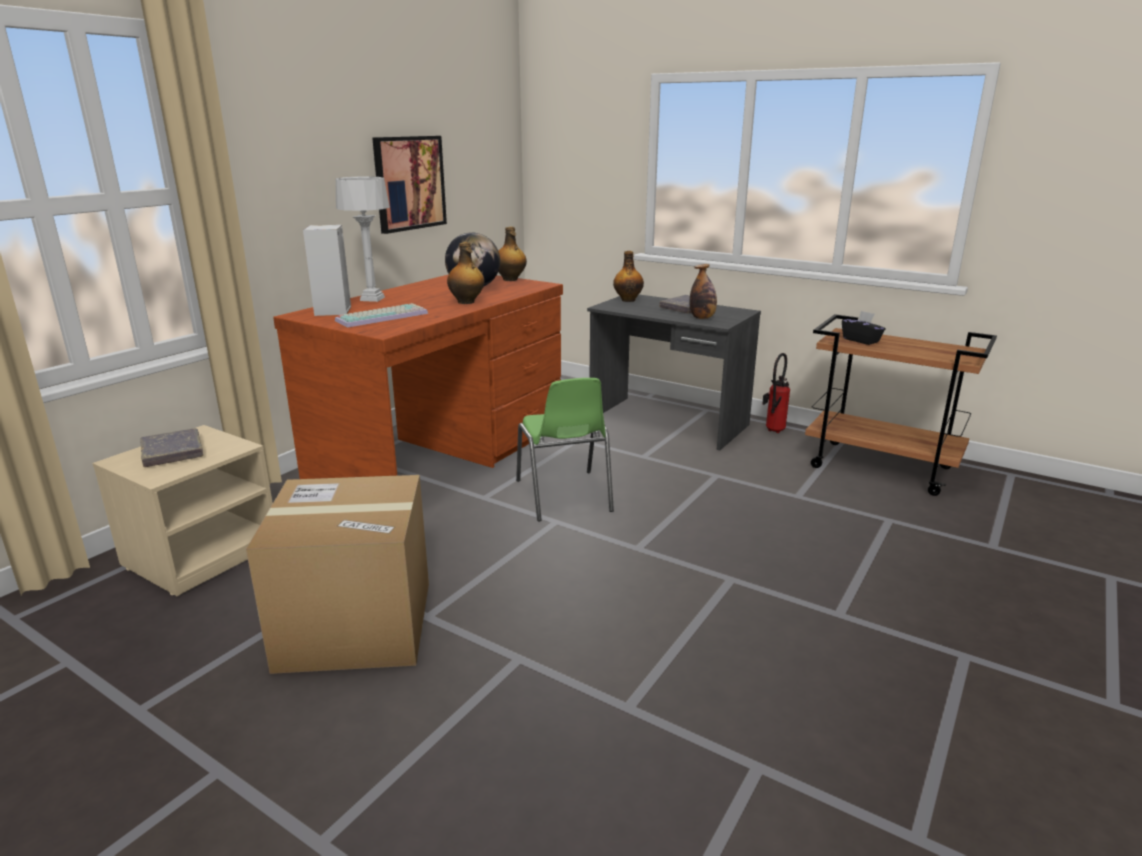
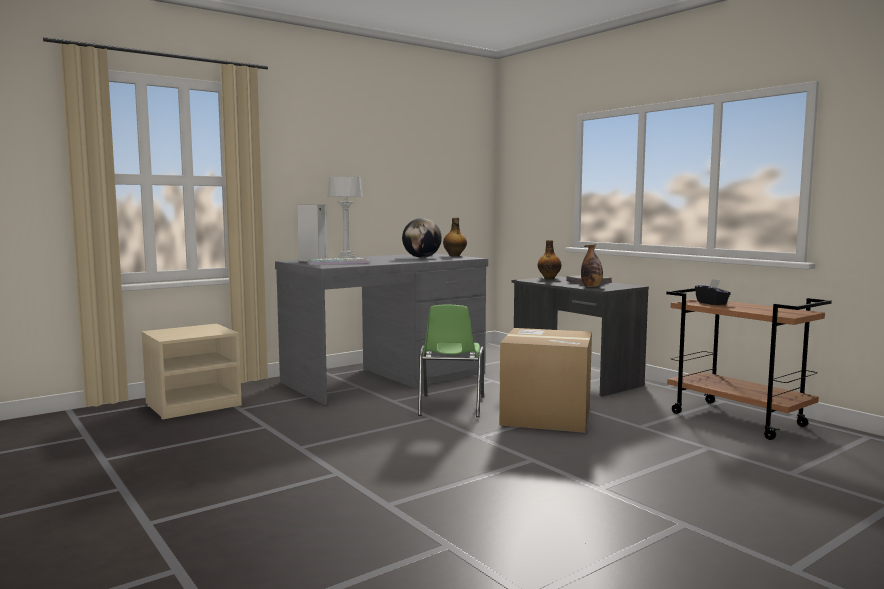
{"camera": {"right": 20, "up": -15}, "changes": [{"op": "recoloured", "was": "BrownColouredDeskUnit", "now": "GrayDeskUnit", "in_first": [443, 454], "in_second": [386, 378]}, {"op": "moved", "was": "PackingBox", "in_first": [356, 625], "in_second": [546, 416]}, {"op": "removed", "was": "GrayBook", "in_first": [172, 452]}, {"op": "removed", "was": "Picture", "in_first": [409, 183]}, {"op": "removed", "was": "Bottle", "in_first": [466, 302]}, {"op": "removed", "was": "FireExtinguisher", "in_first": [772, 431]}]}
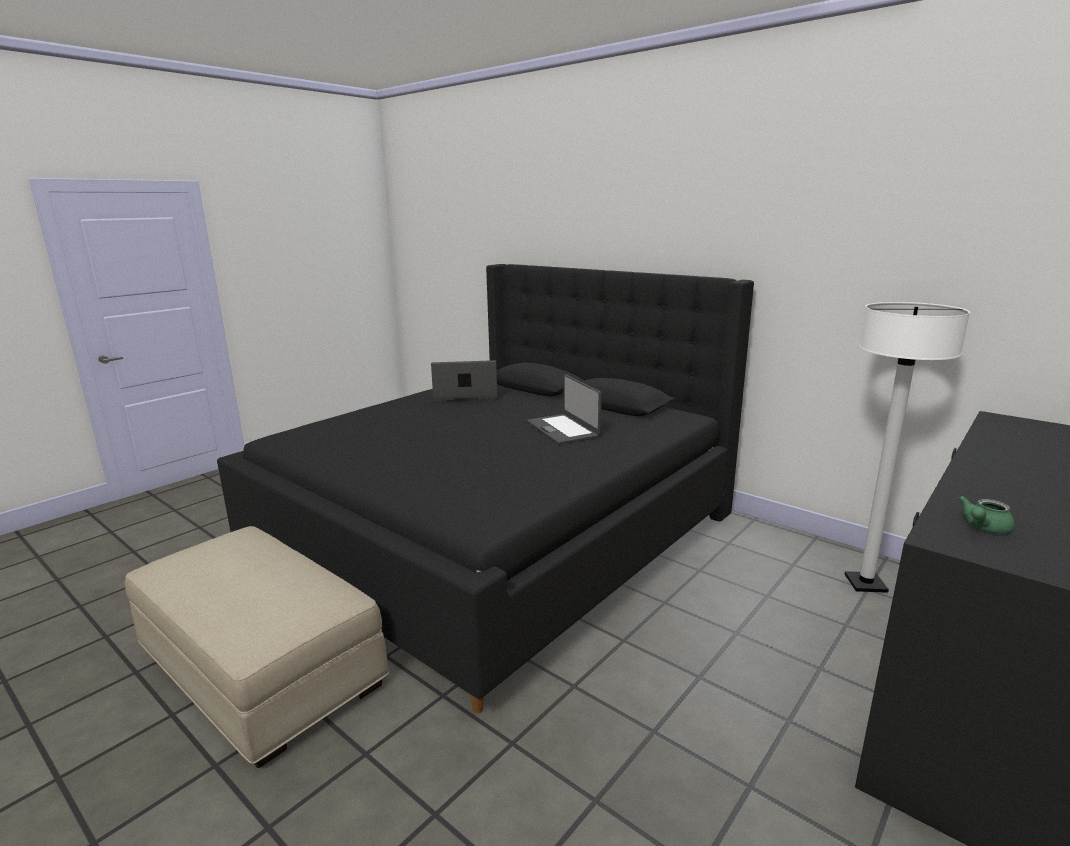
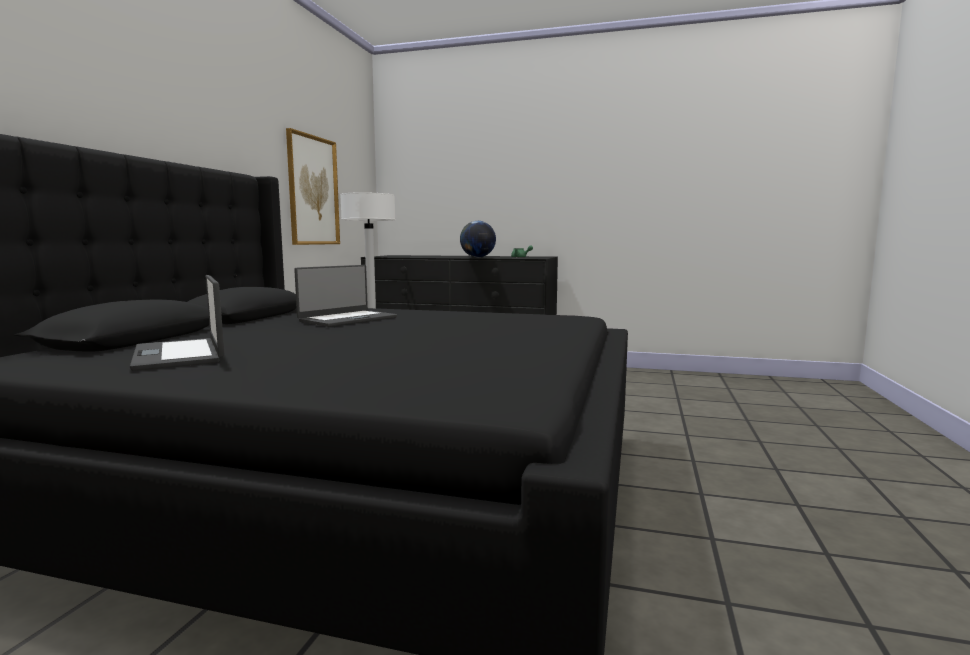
{"camera": {"right": -115, "up": -10}, "changes": [{"op": "added", "now": "Picture", "in_second": [313, 191]}, {"op": "added", "now": "WorldGlobe", "in_second": [477, 257]}, {"op": "removed", "was": "SandColouredOttoman", "in_first": [261, 666]}]}
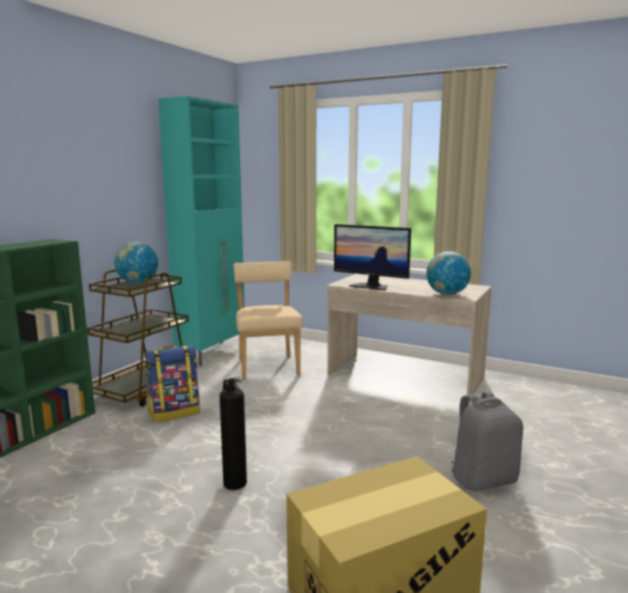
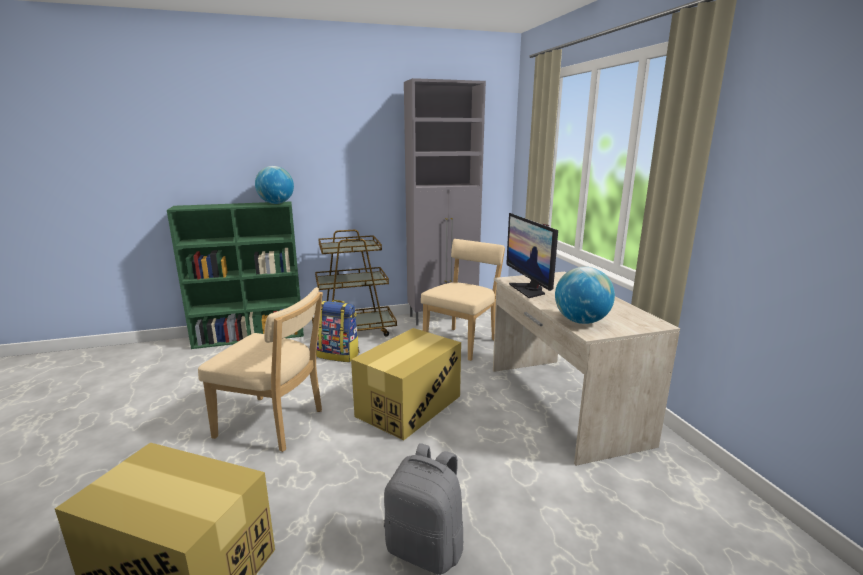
{"camera": {"right": 45, "up": 5}, "changes": [{"op": "replaced", "was": "FireExtinguisher", "now": "SandColouredChair", "in_first": [234, 482], "in_second": [274, 425]}, {"op": "moved", "was": "WorldGlobe", "in_first": [138, 283], "in_second": [276, 203]}, {"op": "added", "now": "PackingBox", "in_second": [409, 406]}, {"op": "recoloured", "was": "BlueGreenCupboard", "now": "GrayCupboard", "in_first": [212, 353], "in_second": [443, 317]}]}
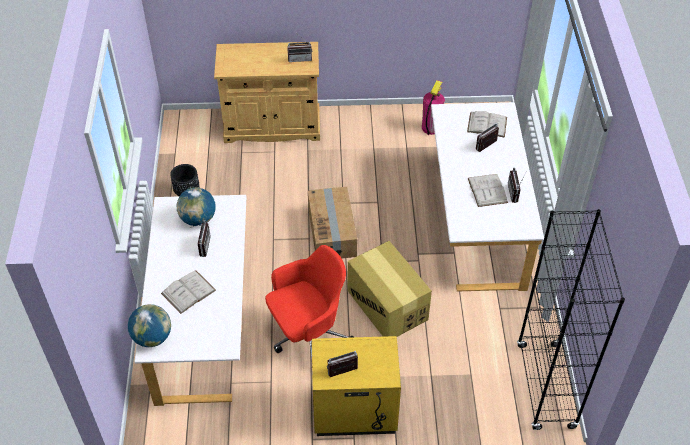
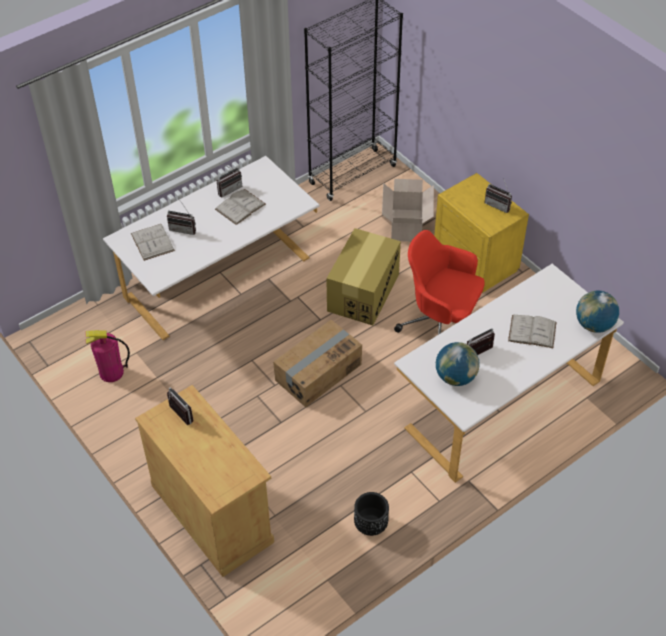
{"camera": {"right": -125, "up": 0}, "changes": [{"op": "added", "now": "PackingBox", "in_second": [407, 224]}]}
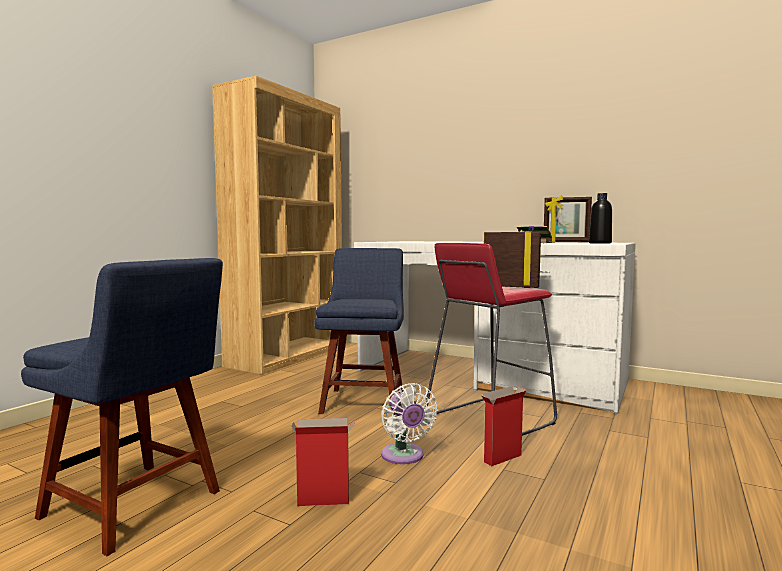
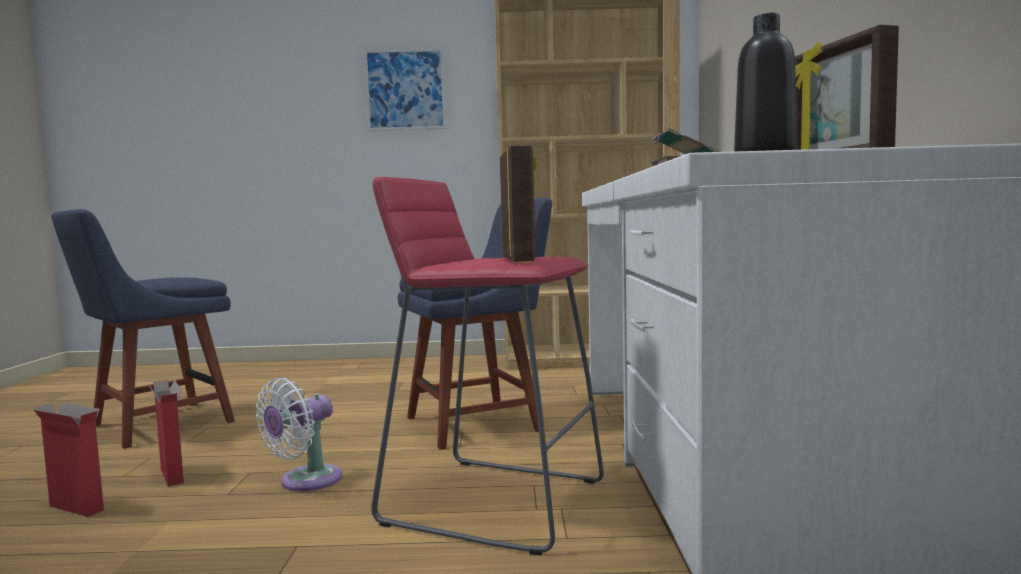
{"camera": {"right": 60, "up": 0}, "changes": [{"op": "moved", "was": "PackingBox", "in_first": [502, 459], "in_second": [75, 508]}, {"op": "turned", "was": "BlueColouredChair", "in_first": [137, 506], "in_second": [155, 425], "clockwise": 45}, {"op": "added", "now": "Picture", "in_second": [405, 89]}]}
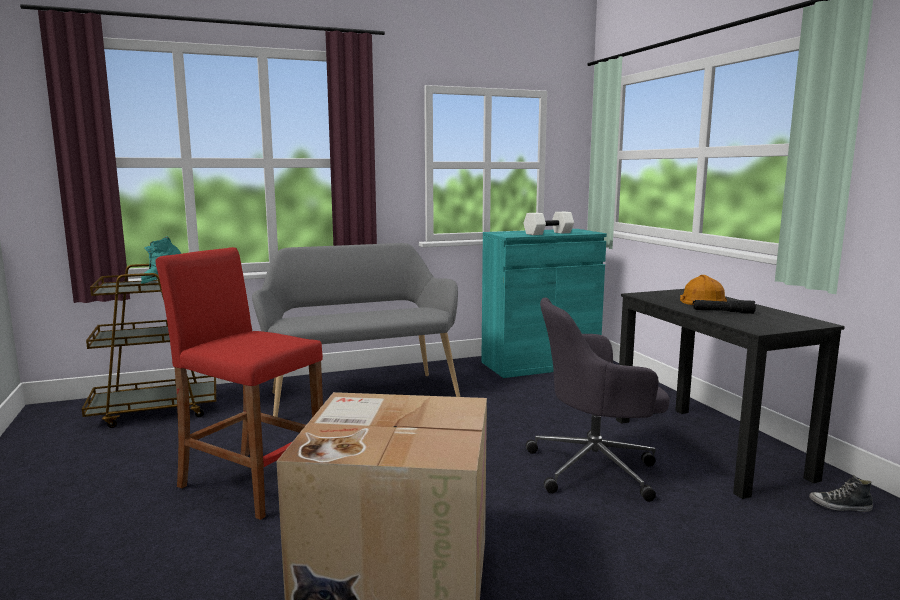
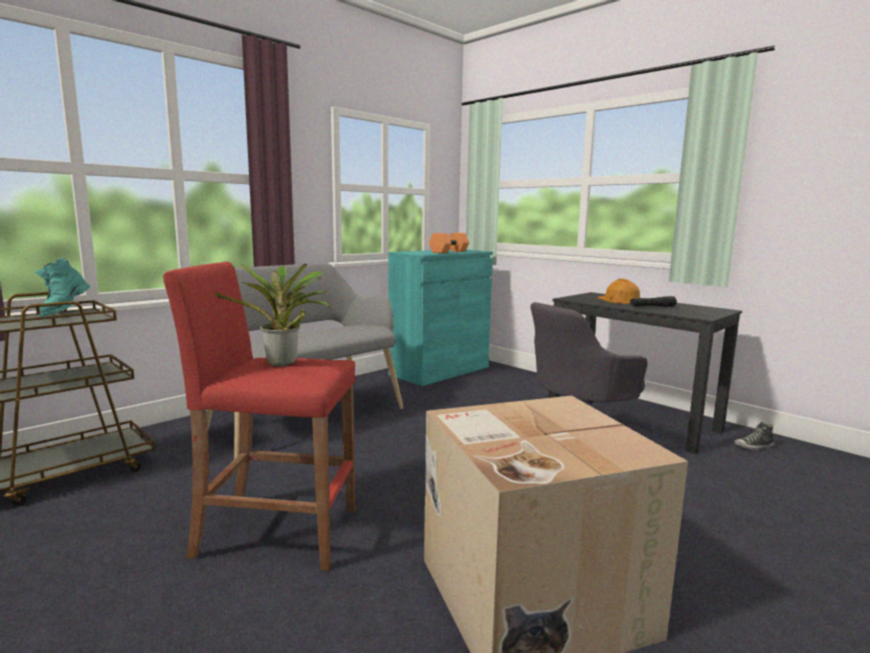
{"camera": {"right": -25, "up": 0}, "changes": [{"op": "added", "now": "Houseplant", "in_second": [283, 364]}, {"op": "recoloured", "was": "WhitishFreeWeight", "now": "OrangeColouredFreeWeight", "in_first": [548, 233], "in_second": [449, 252]}]}
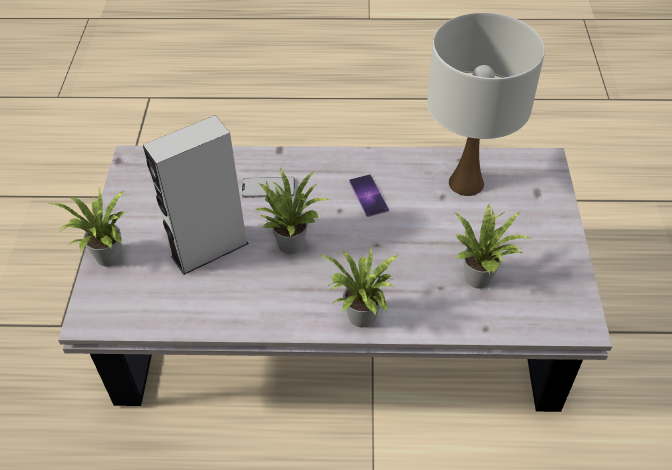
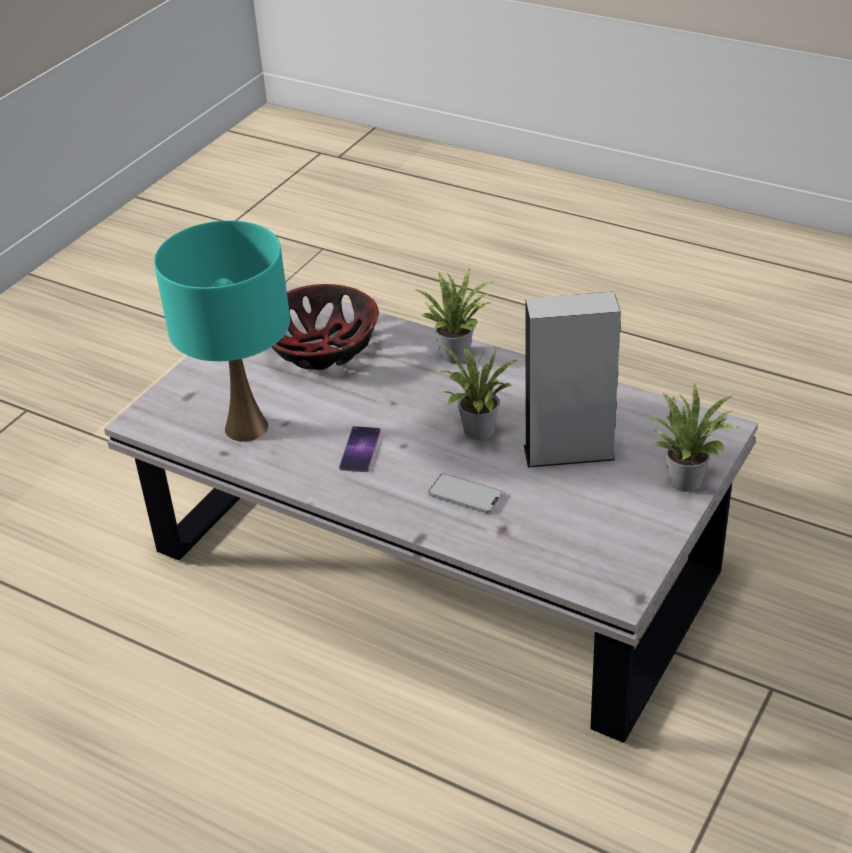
{"camera": {"right": -150, "up": -10}, "changes": [{"op": "recoloured", "was": "WhitishLampForATable", "now": "BlueGreenLampForATable", "in_first": [466, 183], "in_second": [245, 427]}, {"op": "replaced", "was": "Houseplant", "now": "Bowl", "in_first": [481, 276], "in_second": [322, 349]}]}
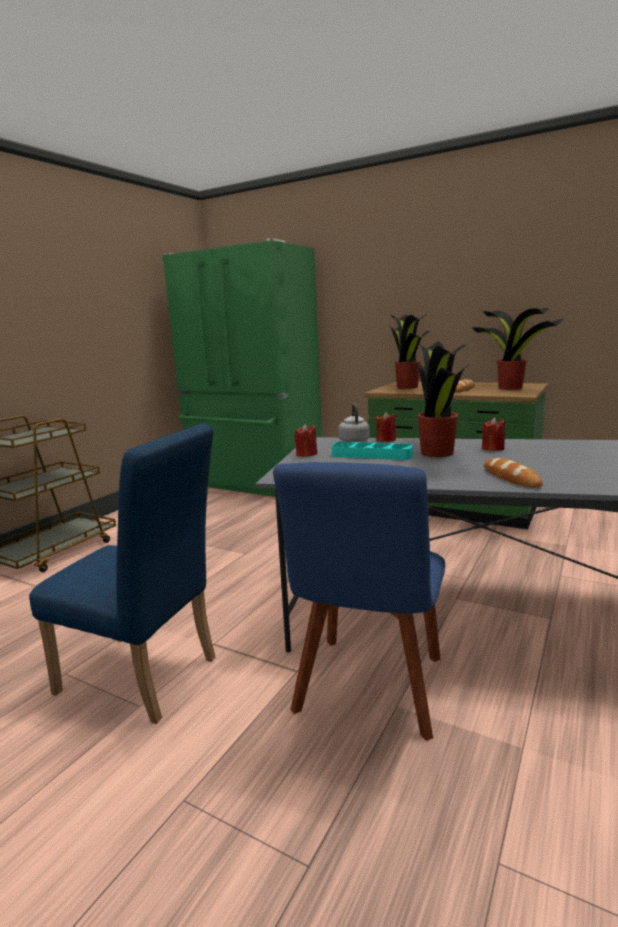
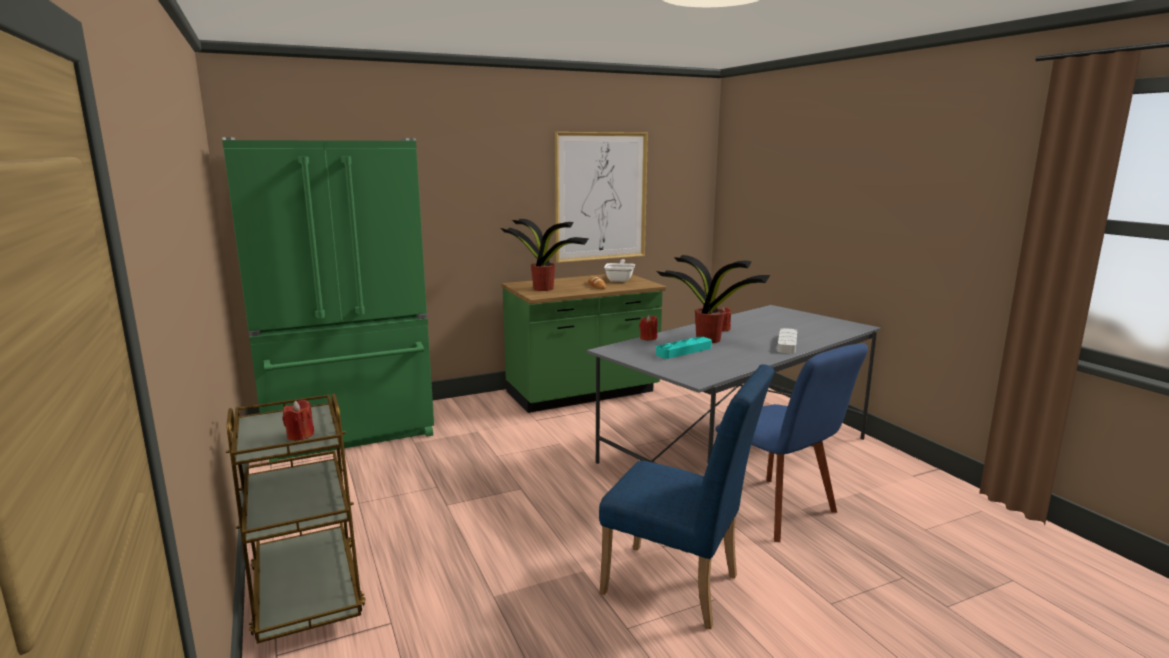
{"camera": {"right": -55, "up": 0}, "changes": [{"op": "moved", "was": "ReddishWaxCandle", "in_first": [306, 454], "in_second": [300, 435]}, {"op": "added", "now": "Picture", "in_second": [601, 197]}, {"op": "turned", "was": "BlueColouredChair", "in_first": [146, 678], "in_second": [680, 588], "clockwise": 60}, {"op": "replaced", "was": "Houseplant", "now": "FryingPan", "in_first": [509, 388], "in_second": [620, 279]}, {"op": "replaced", "was": "BakedBread", "now": "GrayTray", "in_first": [511, 478], "in_second": [787, 344]}, {"op": "removed", "was": "GrayKettle", "in_first": [354, 441]}]}
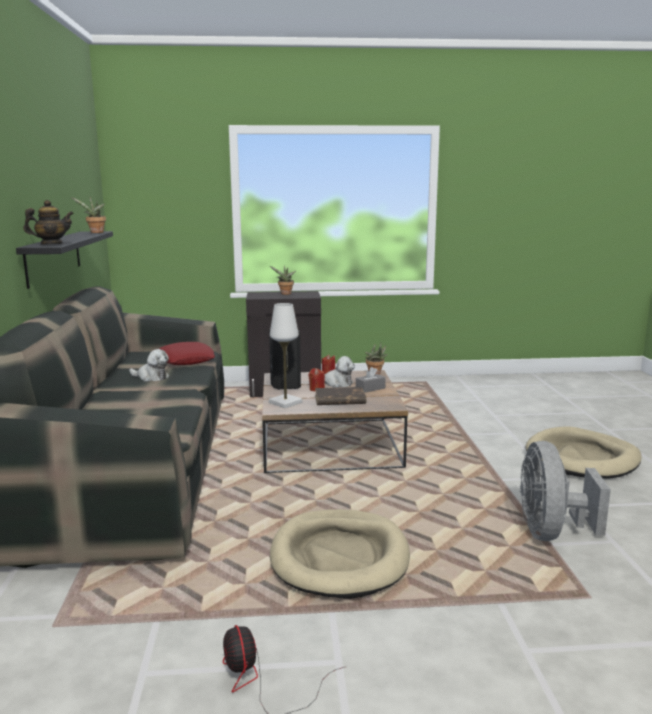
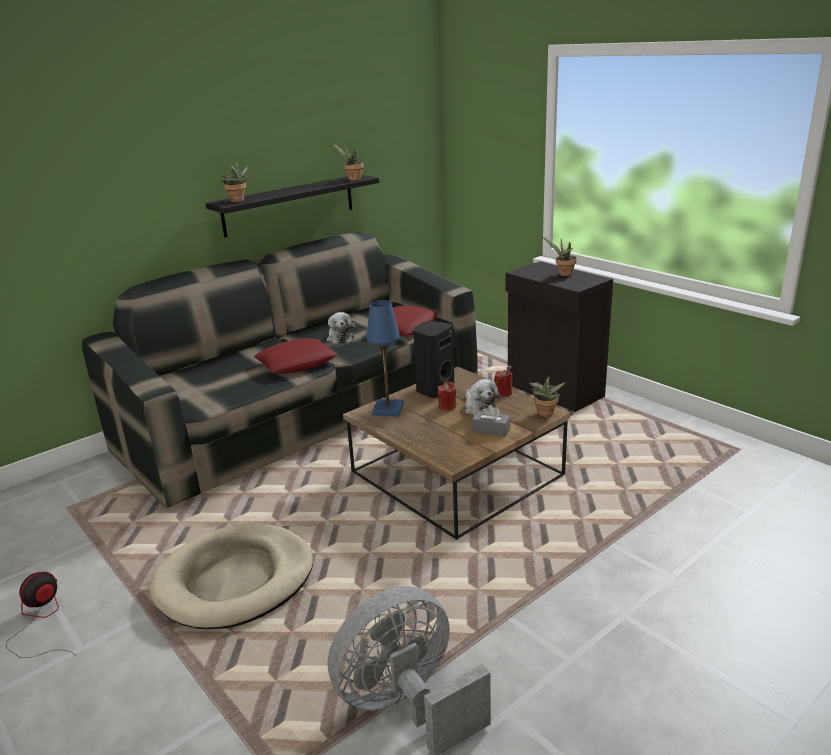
{"camera": {"right": 55, "up": 10}, "changes": [{"op": "replaced", "was": "Teapot", "now": "Houseplant", "in_first": [51, 244], "in_second": [238, 201]}, {"op": "added", "now": "ReddishPillow", "in_second": [297, 363]}, {"op": "recoloured", "was": "WhitishLampForATable", "now": "BlueColouredLampForATable", "in_first": [285, 402], "in_second": [388, 409]}, {"op": "removed", "was": "BrownColouredBook", "in_first": [339, 399]}, {"op": "removed", "was": "SandColouredDogBed", "in_first": [582, 458]}]}
